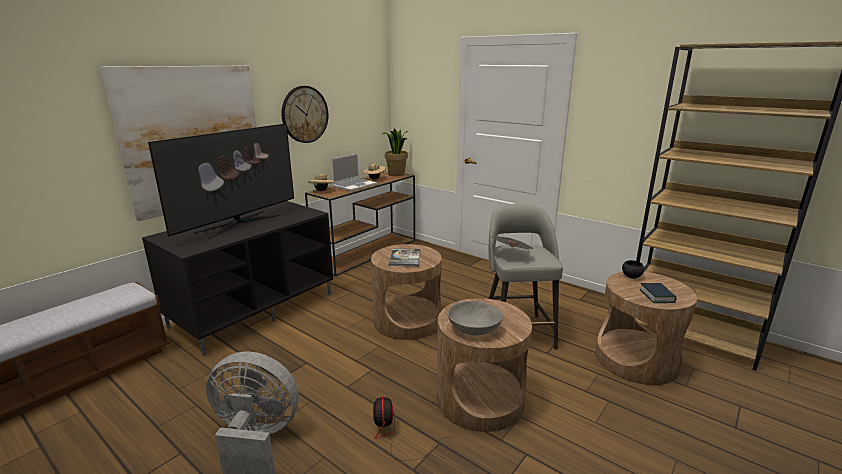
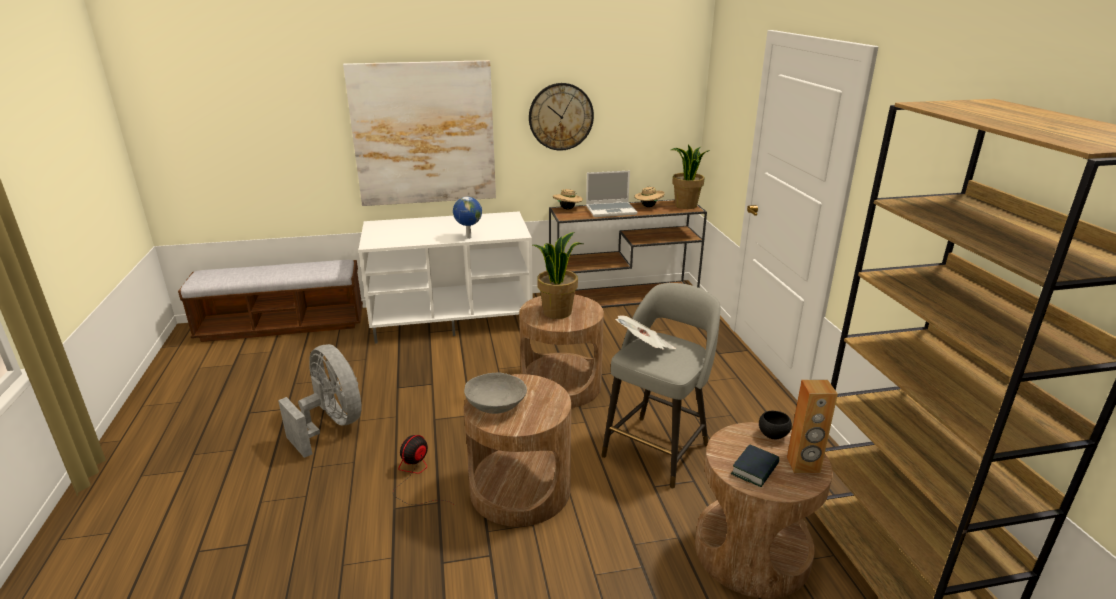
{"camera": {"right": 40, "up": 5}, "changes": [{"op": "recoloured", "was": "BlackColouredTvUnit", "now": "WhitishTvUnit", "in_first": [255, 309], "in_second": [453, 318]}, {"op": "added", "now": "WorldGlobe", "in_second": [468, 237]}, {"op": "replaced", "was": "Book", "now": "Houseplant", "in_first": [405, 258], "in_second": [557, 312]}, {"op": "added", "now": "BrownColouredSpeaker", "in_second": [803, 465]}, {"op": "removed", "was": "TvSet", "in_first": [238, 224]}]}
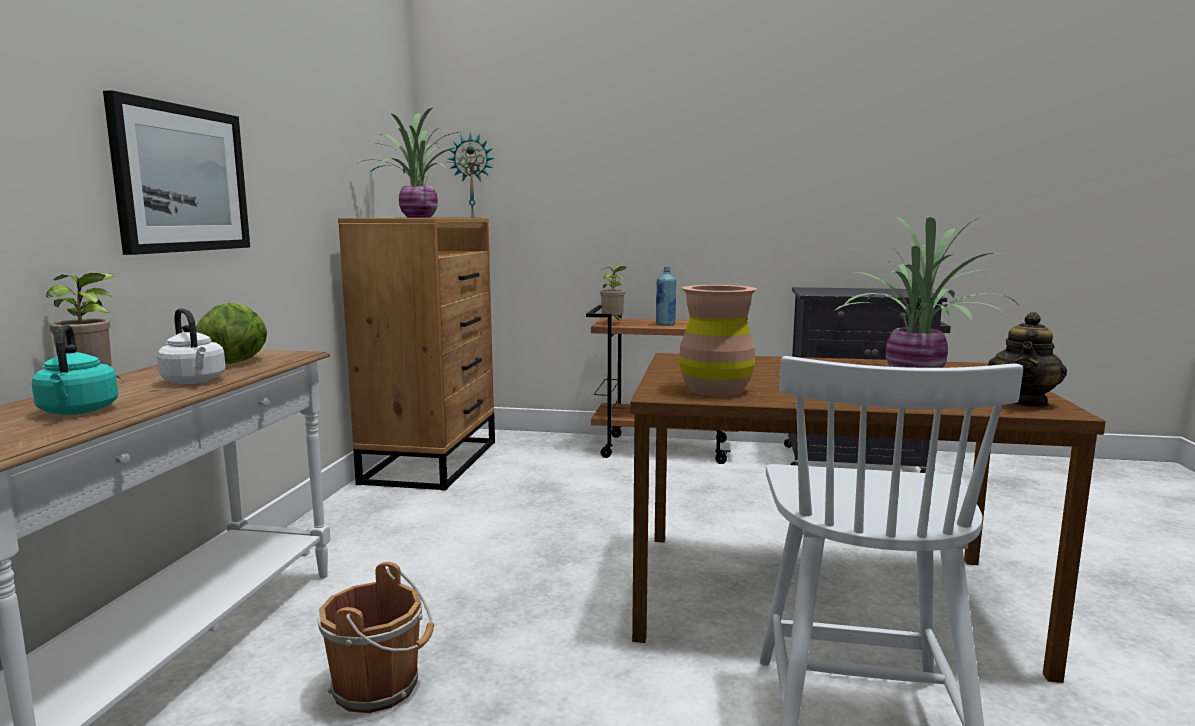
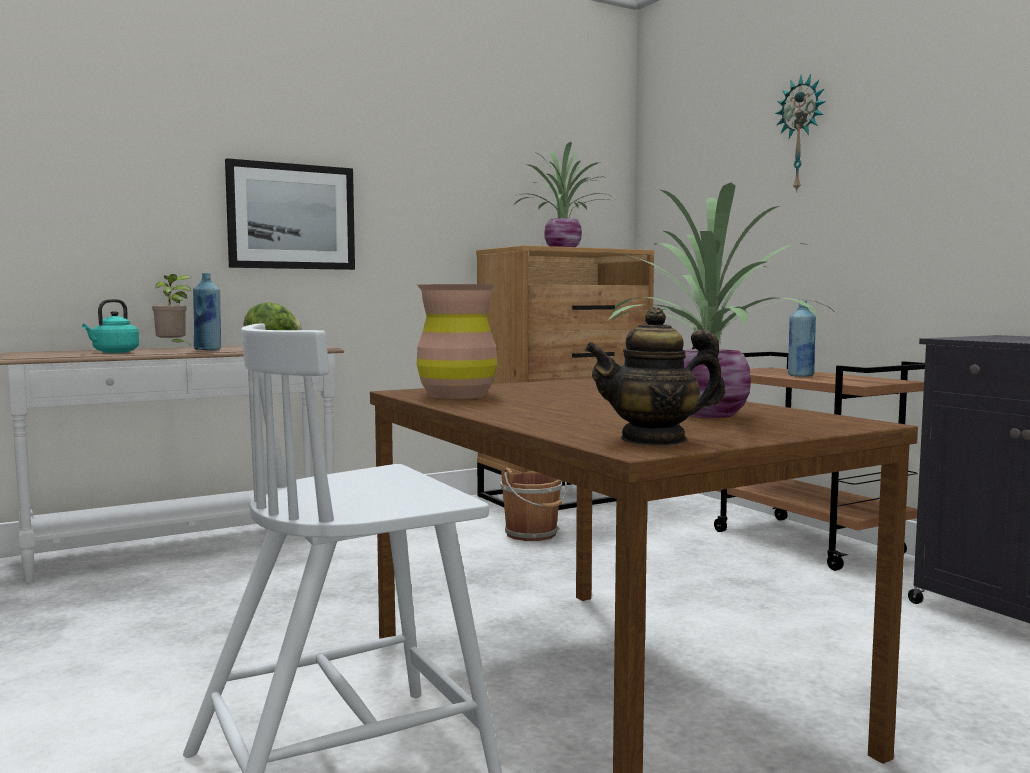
{"camera": {"right": 50, "up": -5}, "changes": [{"op": "replaced", "was": "WhitishKettle", "now": "BlueColouredBottle", "in_first": [195, 381], "in_second": [208, 350]}, {"op": "moved", "was": "BrownColouredBucket", "in_first": [380, 687], "in_second": [533, 534]}, {"op": "moved", "was": "WallClock", "in_first": [472, 179], "in_second": [802, 134]}, {"op": "removed", "was": "Houseplant", "in_first": [613, 323]}]}
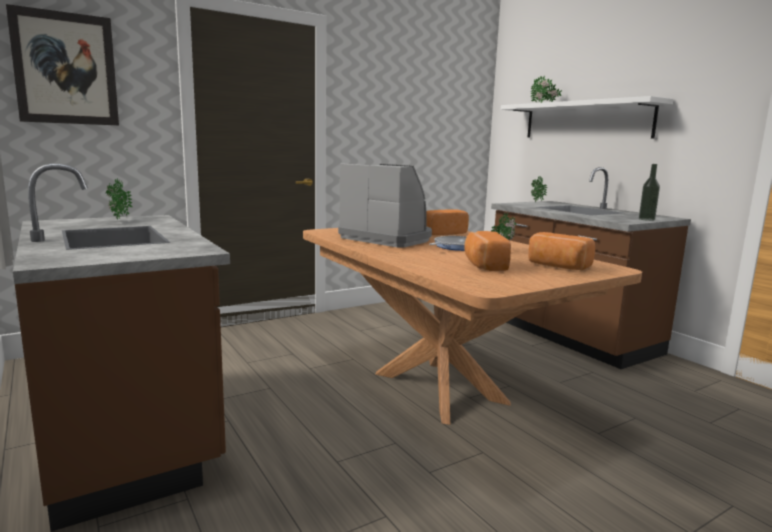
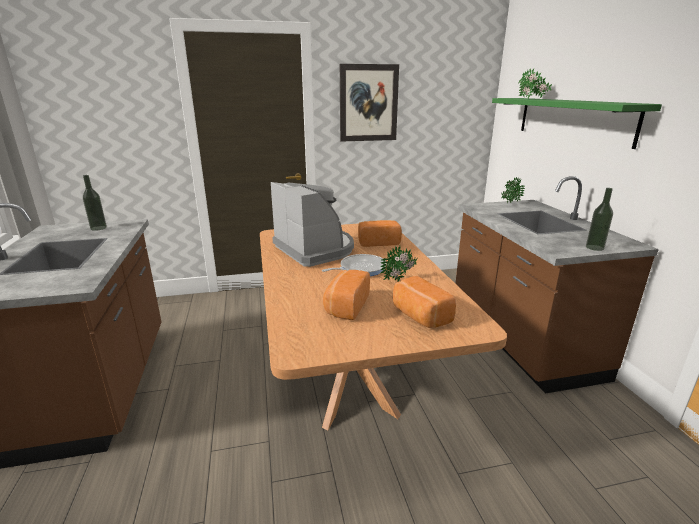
{"camera": {"right": 20, "up": 10}, "changes": [{"op": "replaced", "was": "Houseplant", "now": "Bottle", "in_first": [118, 220], "in_second": [98, 228]}, {"op": "moved", "was": "Picture", "in_first": [65, 69], "in_second": [368, 103]}, {"op": "recoloured", "was": "WhitishShelf", "now": "GreenishShelf", "in_first": [585, 120], "in_second": [572, 119]}]}
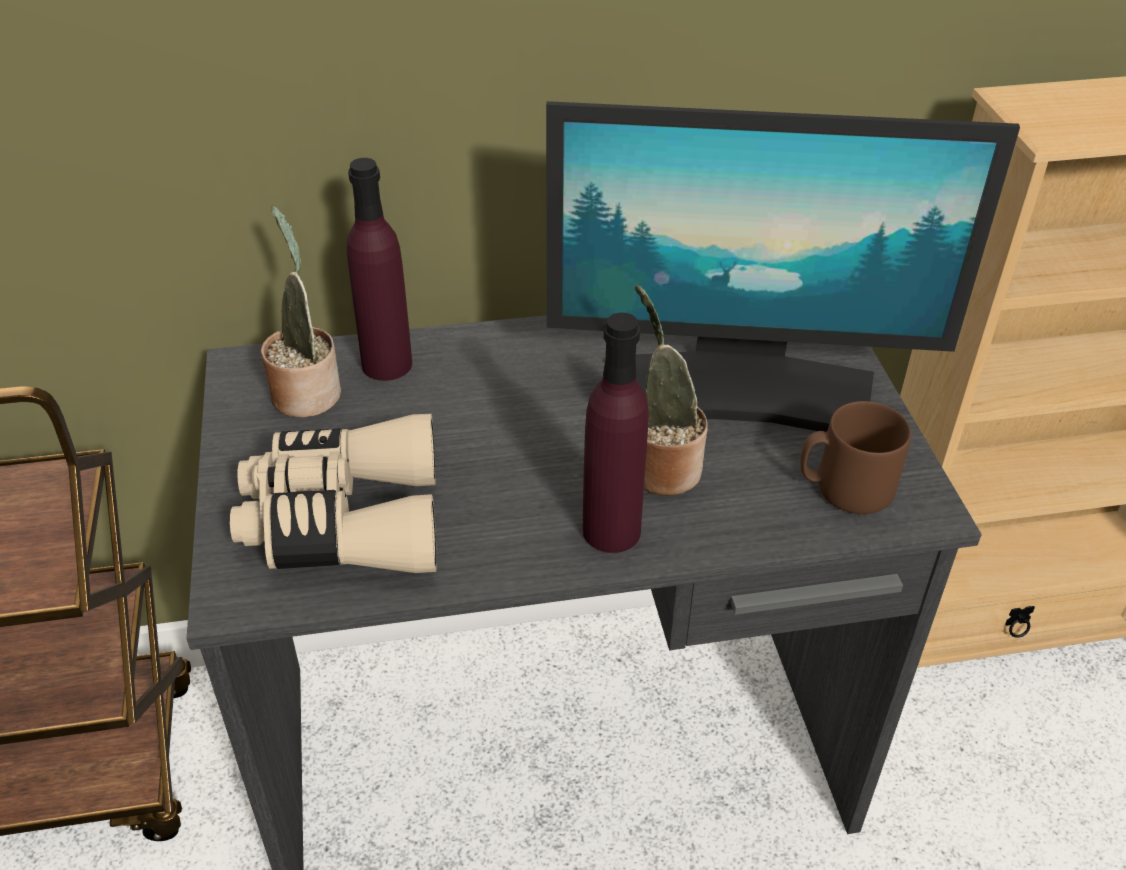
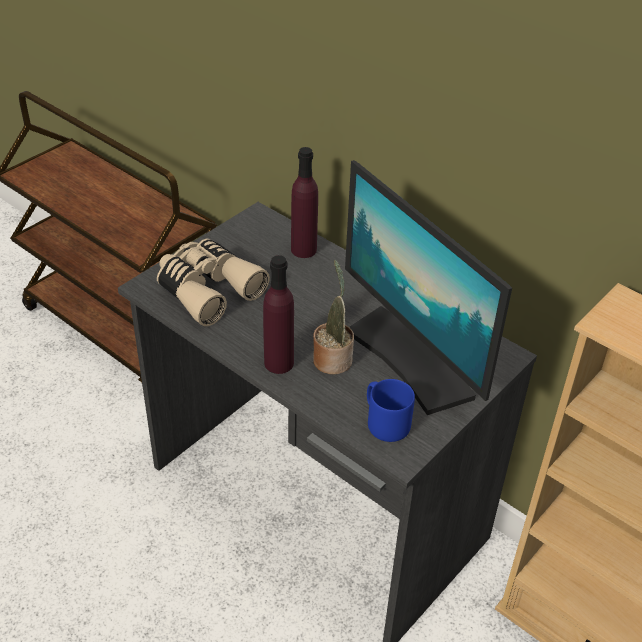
{"camera": {"right": 50, "up": 0}, "changes": [{"op": "recoloured", "was": "BrownColouredTeaMug", "now": "BlueColouredTeaMug", "in_first": [844, 488], "in_second": [385, 422]}, {"op": "removed", "was": "Houseplant", "in_first": [306, 391]}]}
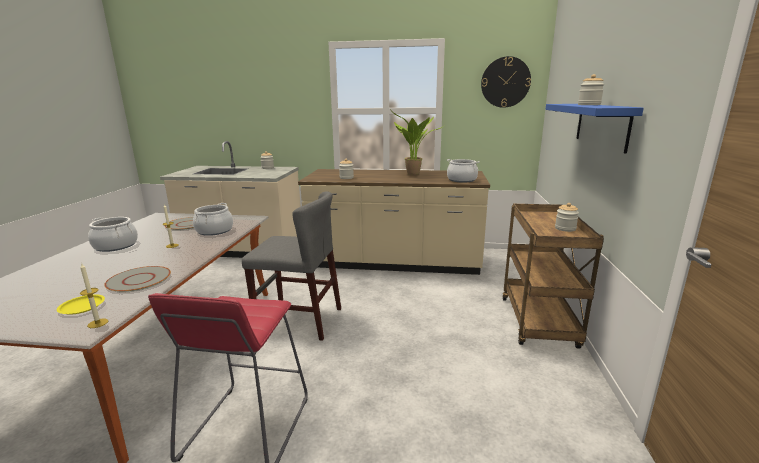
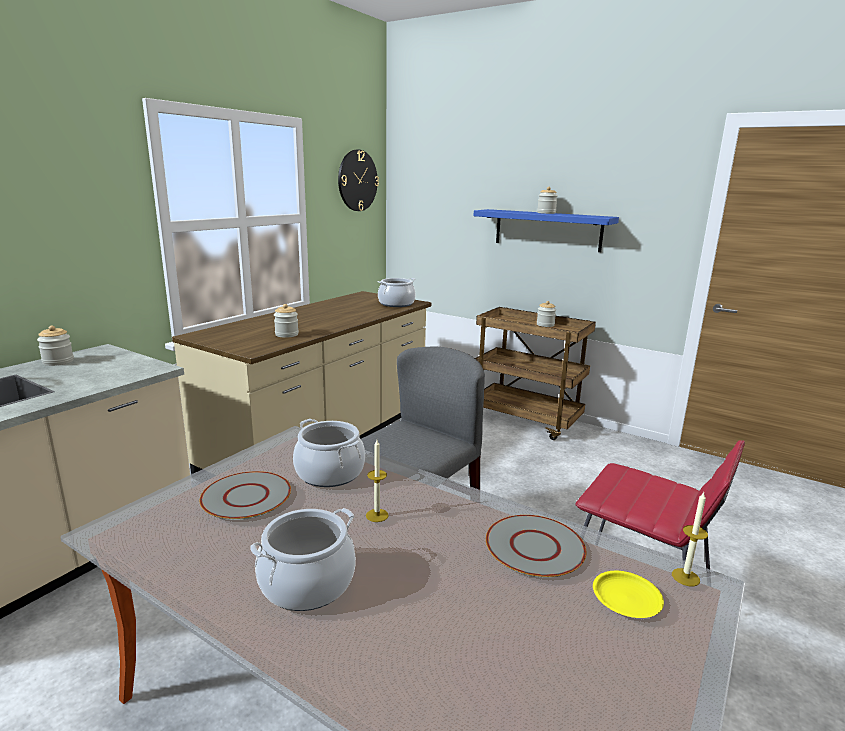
{"camera": {"right": -65, "up": 0}, "changes": [{"op": "removed", "was": "Houseplant", "in_first": [413, 174]}]}
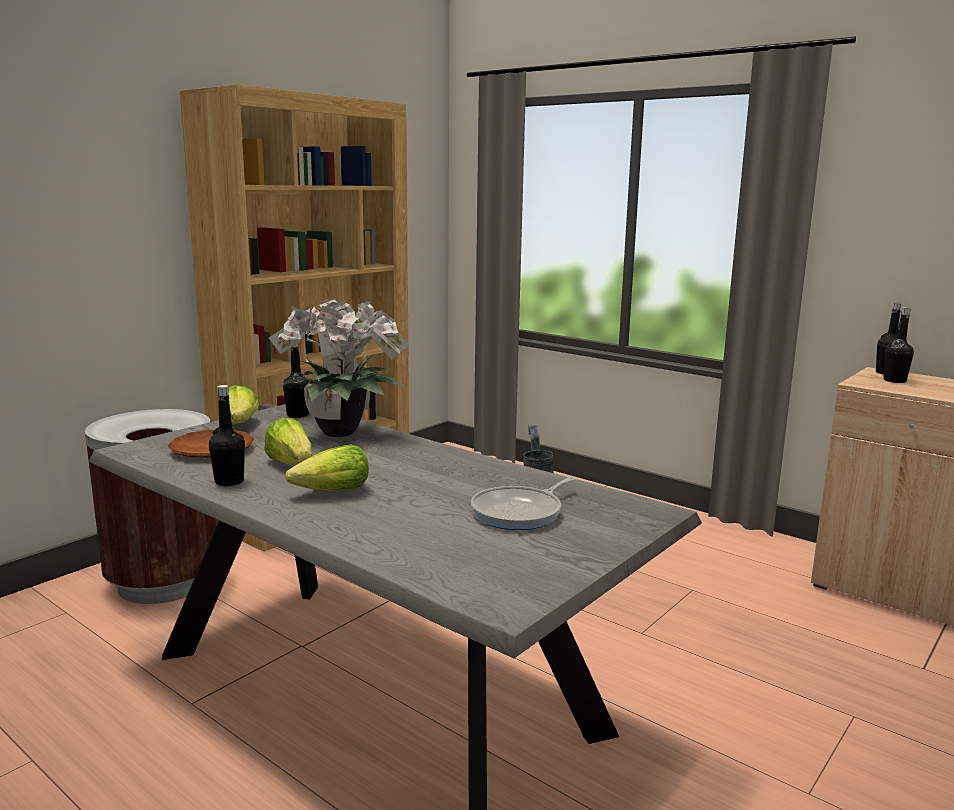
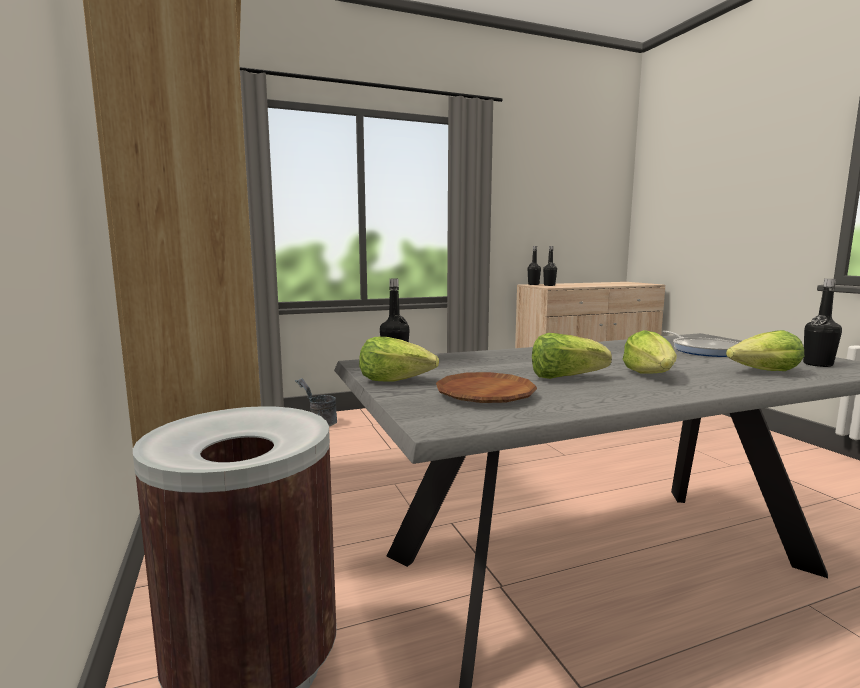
{"camera": {"right": -60, "up": -5}, "changes": [{"op": "added", "now": "LettuceHead", "in_second": [765, 372]}, {"op": "moved", "was": "BlackColouredBottle", "in_first": [229, 482], "in_second": [817, 364]}, {"op": "removed", "was": "Houseplant", "in_first": [343, 433]}]}
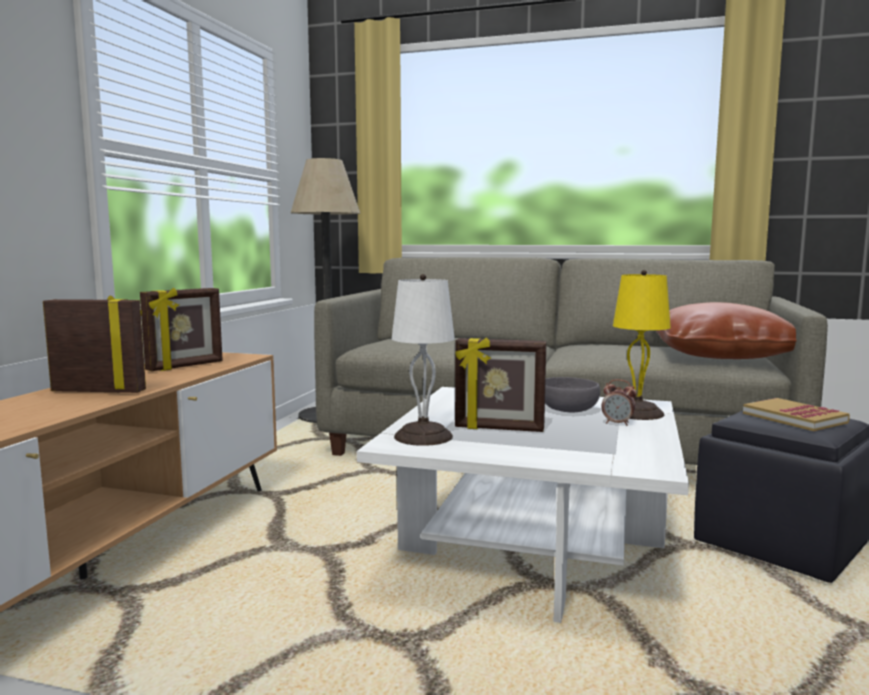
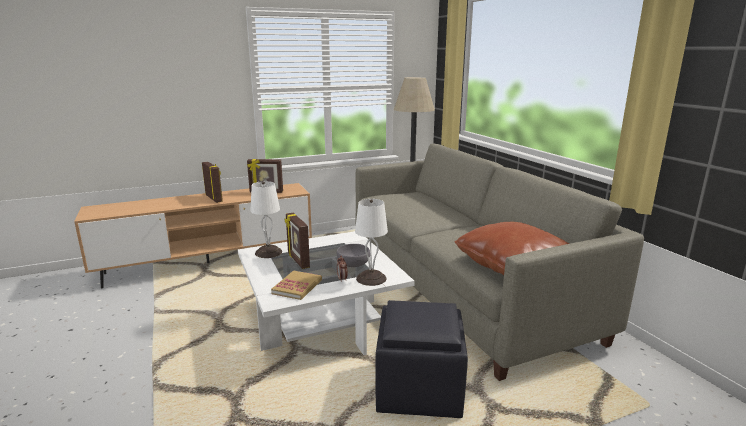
{"camera": {"right": 50, "up": 10}, "changes": [{"op": "moved", "was": "Book", "in_first": [794, 418], "in_second": [297, 287]}, {"op": "recoloured", "was": "YellowLampForATable", "now": "WhitishLampForATable", "in_first": [637, 412], "in_second": [372, 278]}]}
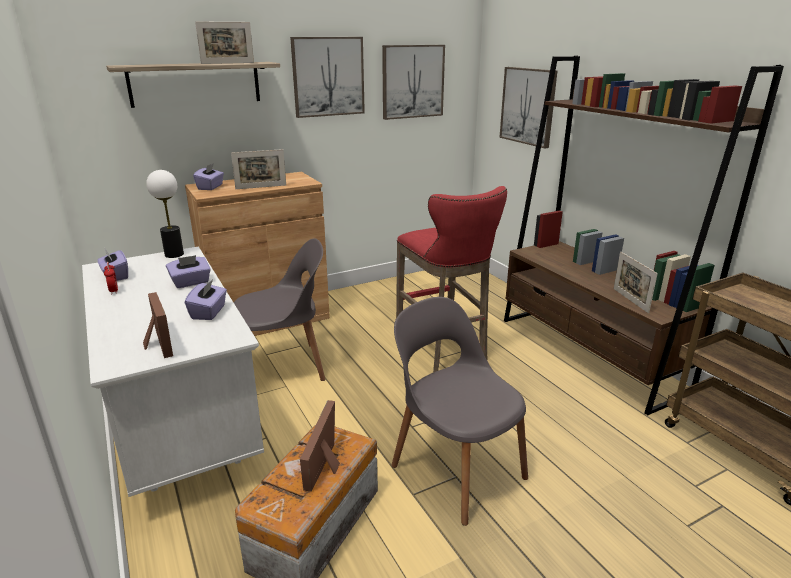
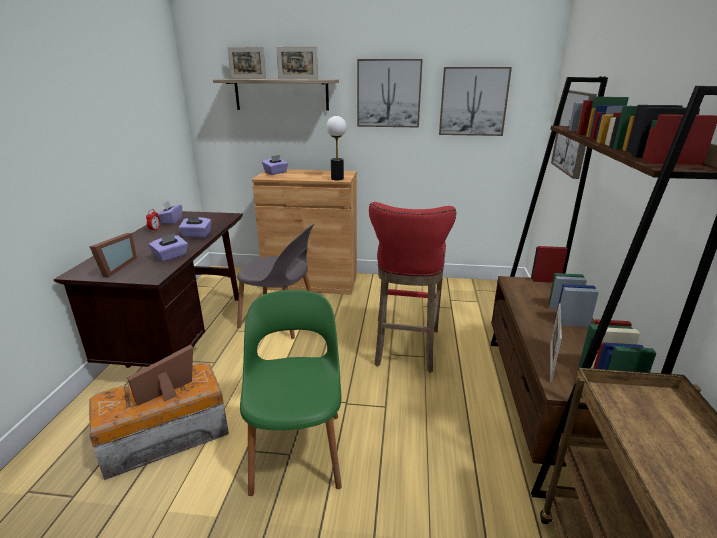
{"camera": {"right": 35, "up": 0}, "changes": [{"op": "recoloured", "was": "WhitishDeskUnit", "now": "BrownColouredDeskUnit", "in_first": [182, 427], "in_second": [183, 335]}, {"op": "moved", "was": "PictureFrame", "in_first": [261, 187], "in_second": [248, 78]}, {"op": "recoloured", "was": "GrayChair", "now": "GreenishChair", "in_first": [456, 469], "in_second": [297, 448]}, {"op": "moved", "was": "LampForATable", "in_first": [174, 254], "in_second": [337, 178]}]}
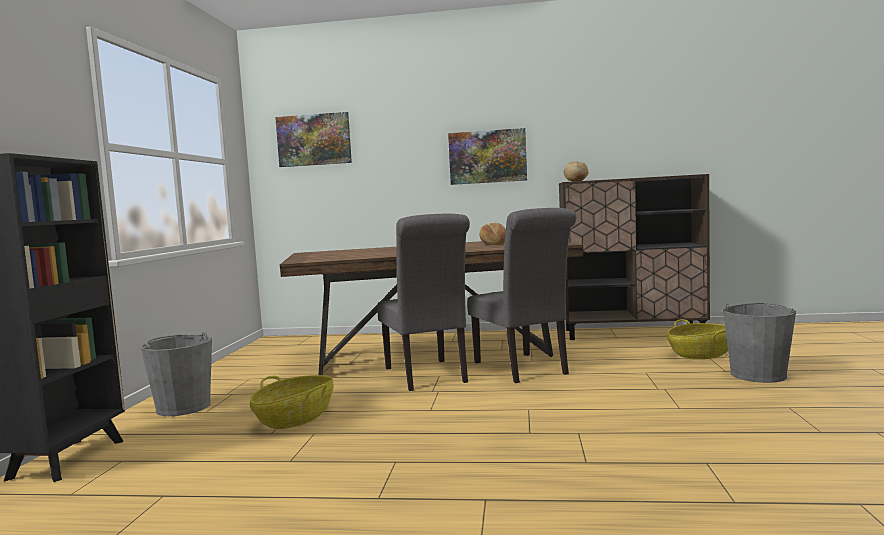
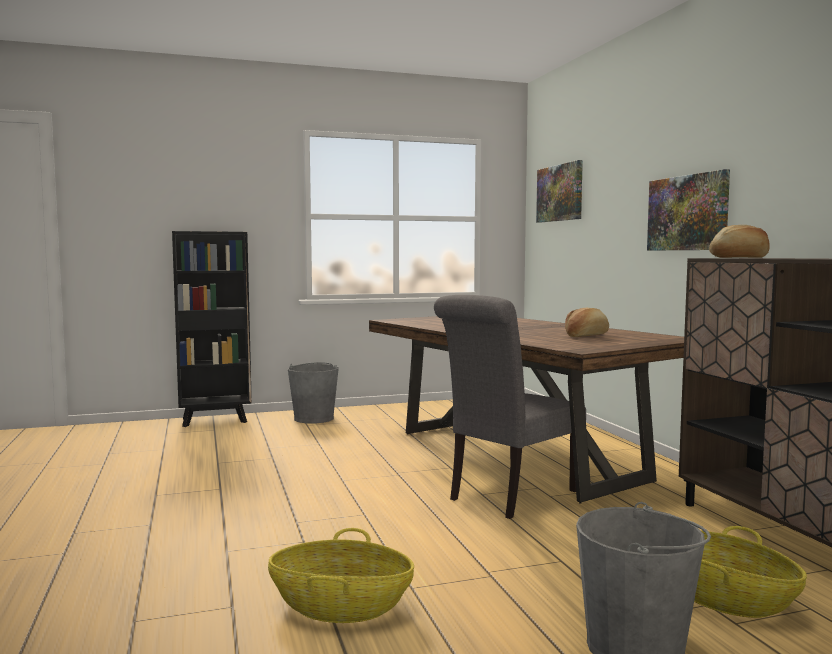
{"camera": {"right": 65, "up": 0}, "changes": [{"op": "moved", "was": "HouseholdBasket", "in_first": [295, 418], "in_second": [340, 606]}, {"op": "removed", "was": "GrayChair", "in_first": [428, 376]}]}
